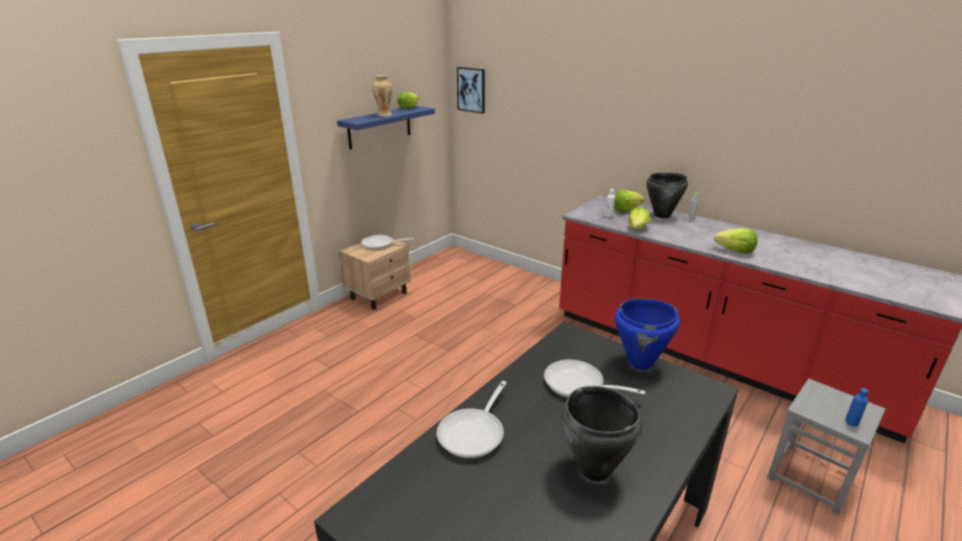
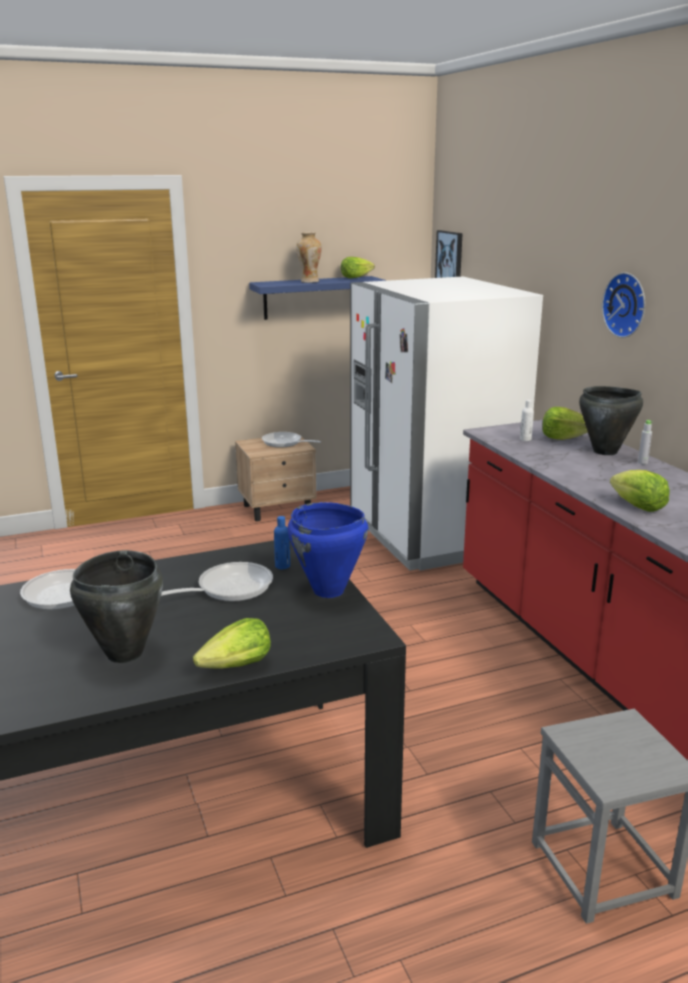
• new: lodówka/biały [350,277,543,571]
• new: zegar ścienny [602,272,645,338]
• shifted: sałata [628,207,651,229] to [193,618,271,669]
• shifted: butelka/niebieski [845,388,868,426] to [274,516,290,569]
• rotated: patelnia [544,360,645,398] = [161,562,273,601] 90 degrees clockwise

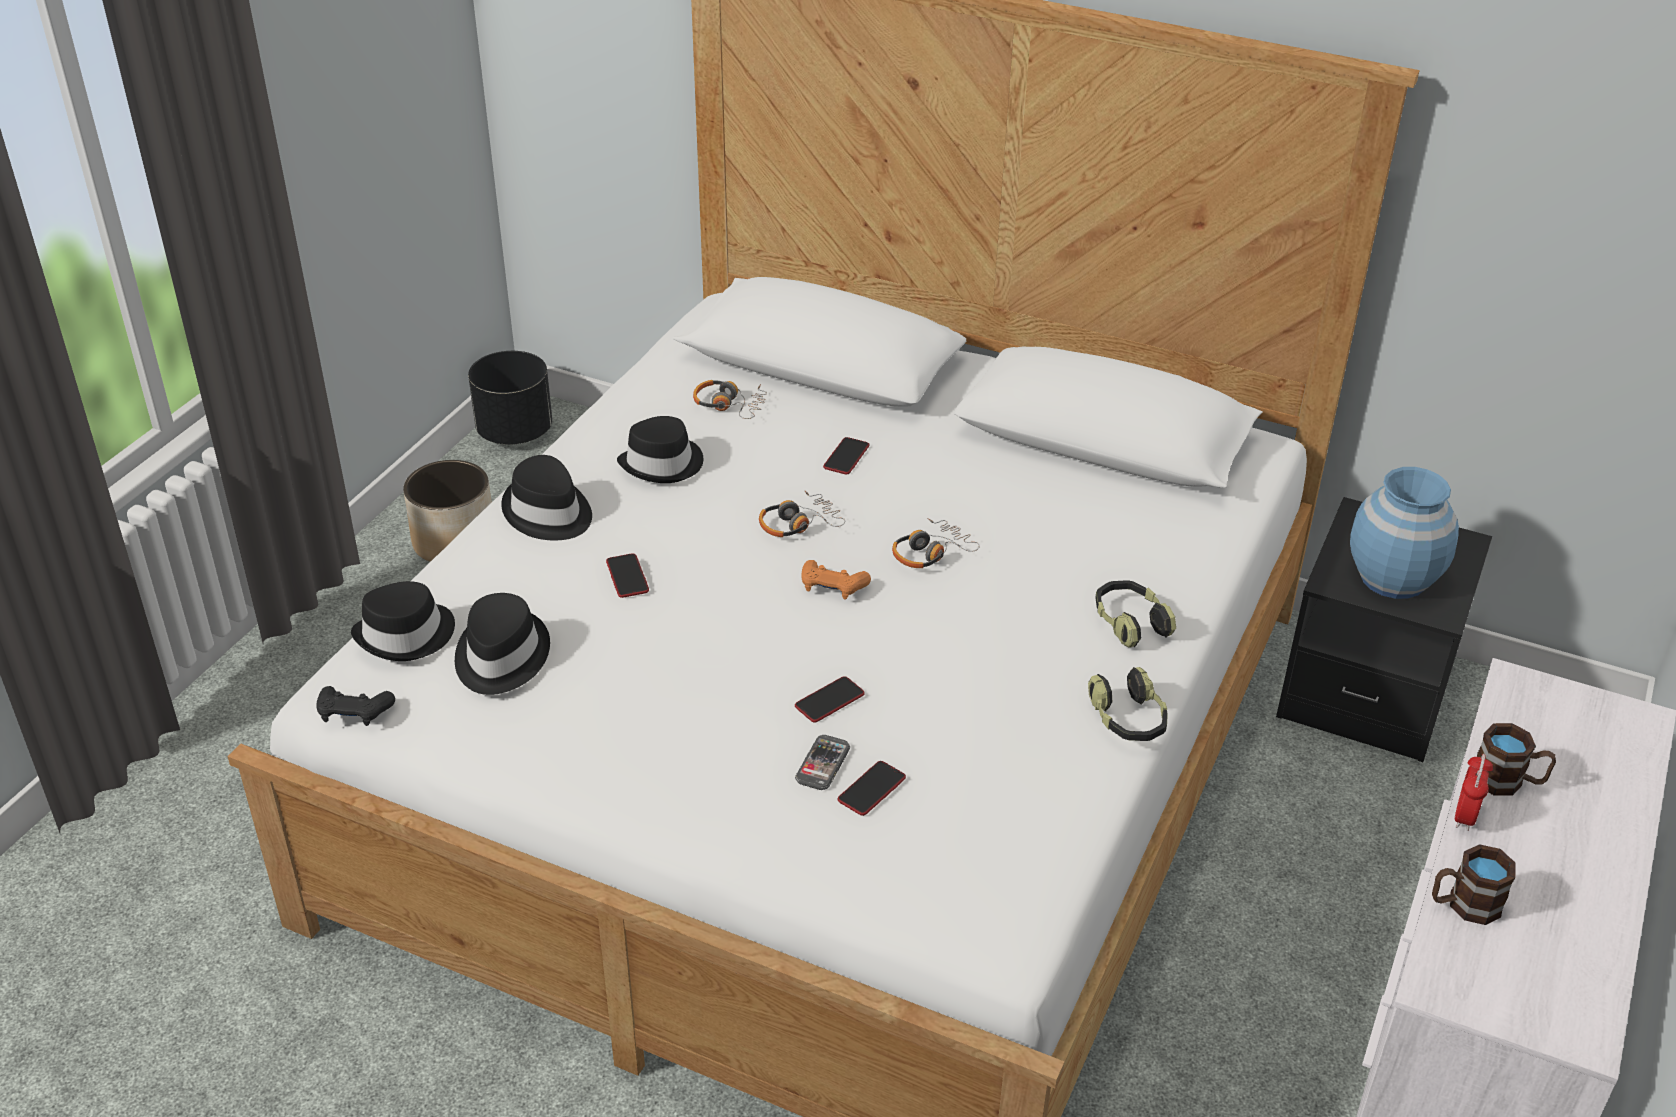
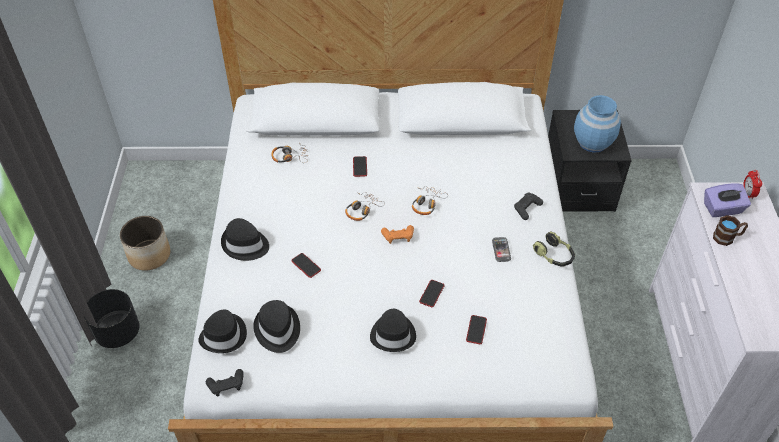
• gone: kubek/brązowy [1432,844,1516,925]
• new: pudełko chusteczek/fioletowy [704,183,751,217]
• shifted: donica/czarny [468,351,552,445] to [84,289,140,348]
• shifted: kapelusz/czarny [617,416,703,483] to [370,309,416,352]
• shifted: telefon [795,735,850,790] to [492,237,511,262]
• shifted: budzik [1455,754,1493,831] to [743,170,762,200]
• swapped: słuchawki [1095,580,1176,648] to pad do gier/czarny [514,193,543,220]

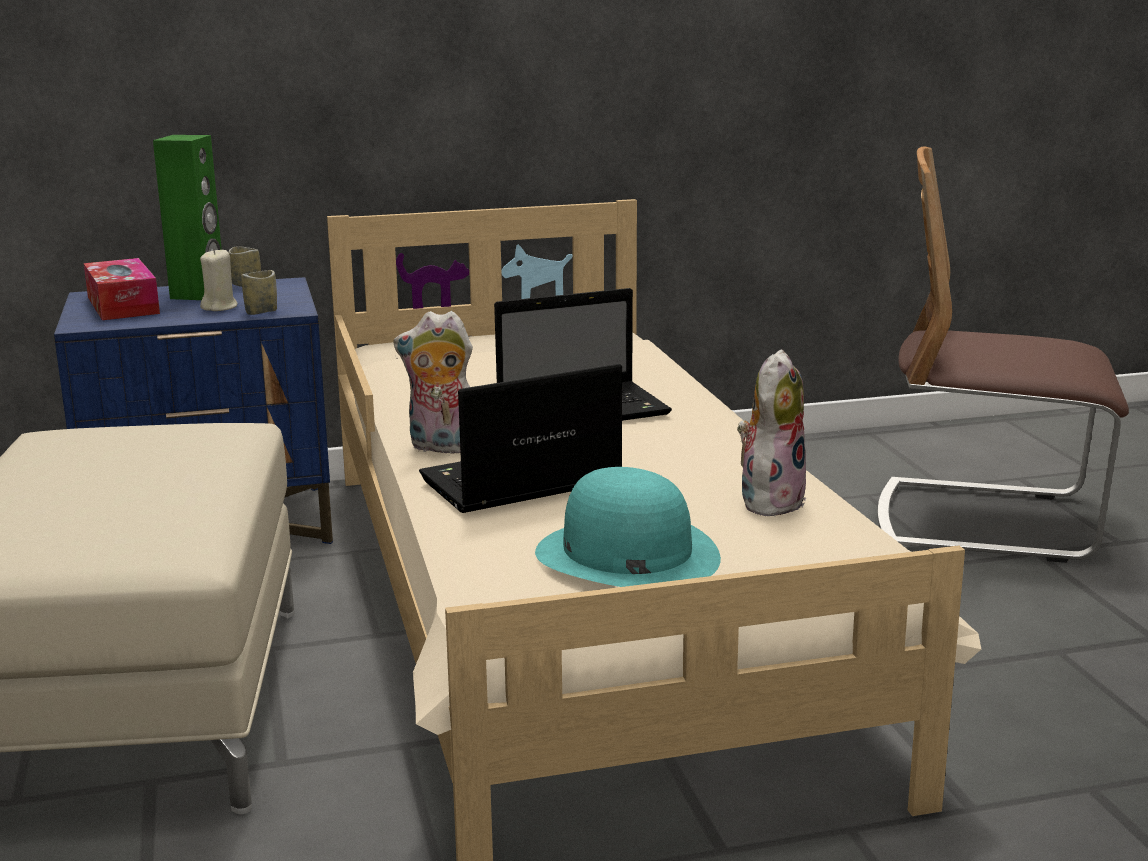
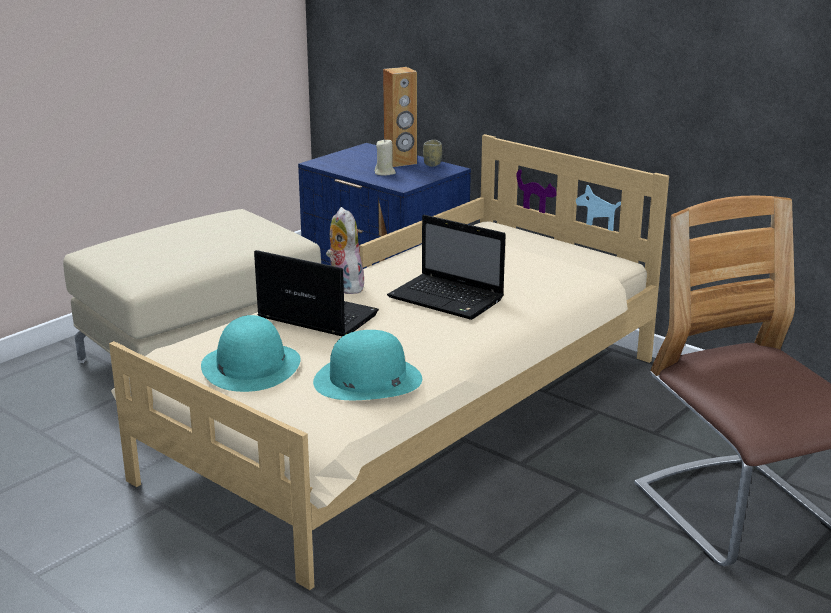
• gone: pudełko chusteczek [84,258,160,320]
• gone: filiżanka [242,270,277,315]
• swapped: pluszak [737,349,807,516] to kapelusz/turkusowy [313,330,422,400]
• repainted: głośnik/zielony [153,135,222,300] to głośnik/brązowy [383,67,417,167]

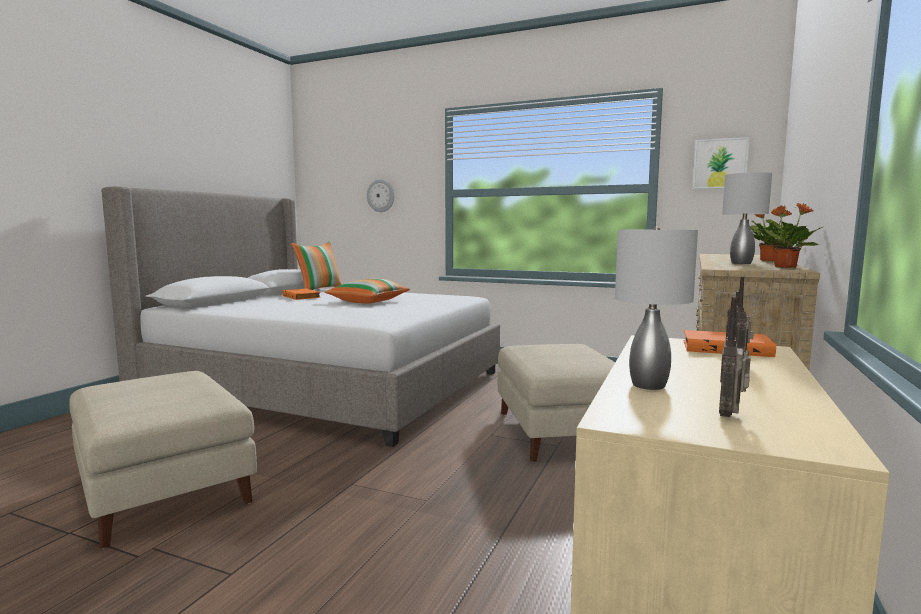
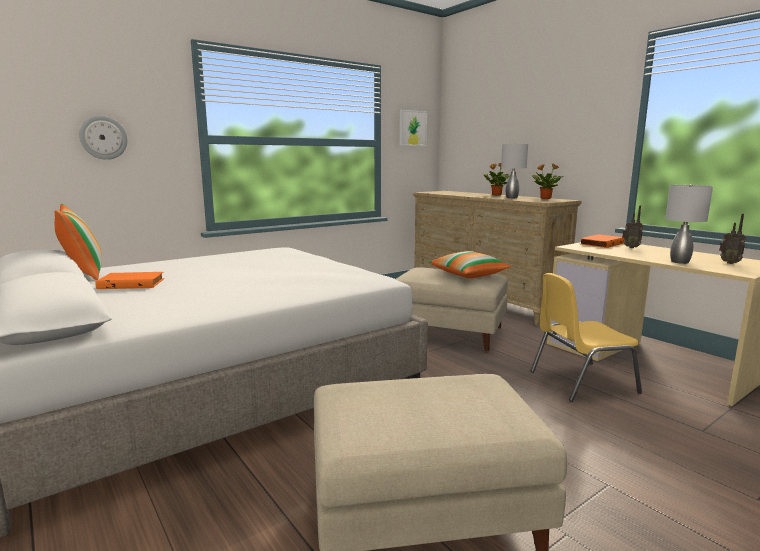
• new: krzesło/żółty [531,273,642,402]
• shifted: poduszka [325,279,410,303] to [428,251,511,278]

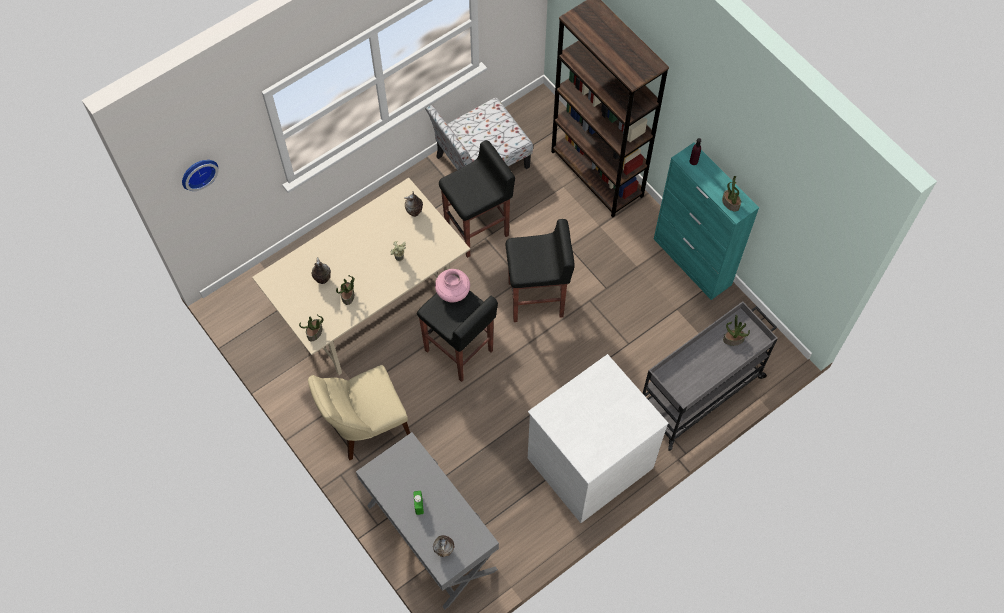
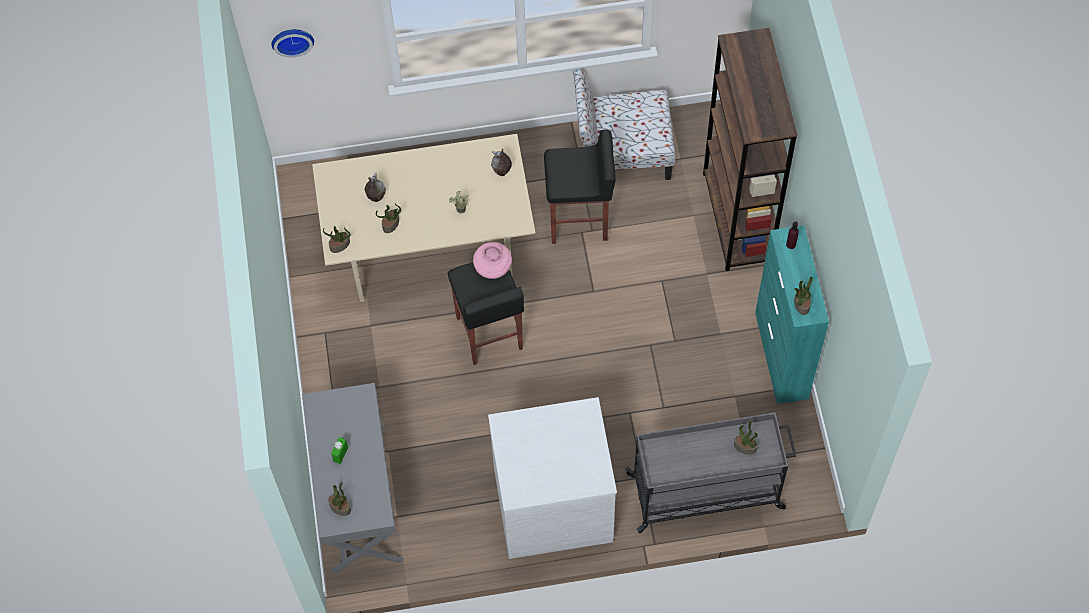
• gone: krzesło/beżowy [308,365,410,460]
• gone: stołek/czarny [506,219,575,322]
• swapped: wazon [433,535,455,557] to roślina doniczkowa [328,482,351,516]

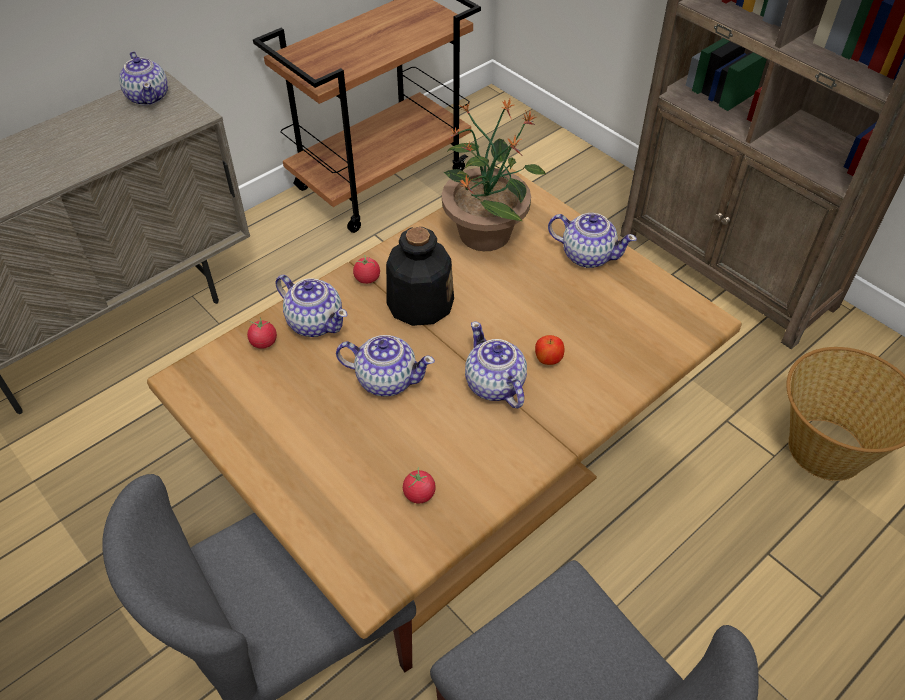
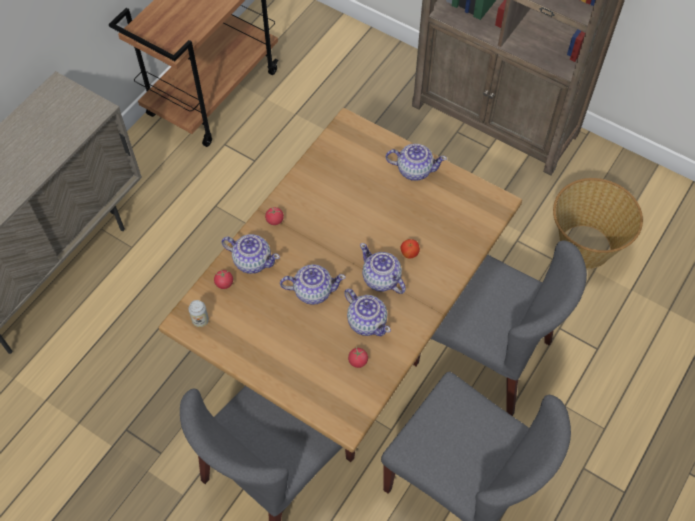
• gone: butelka [386,227,454,326]
• gone: roślina doniczkowa [442,99,546,251]
• new: puszka [188,300,209,327]
• new: krzesło/szary [413,240,587,416]
• shifted: imbryk [119,51,168,106] to [344,289,391,336]

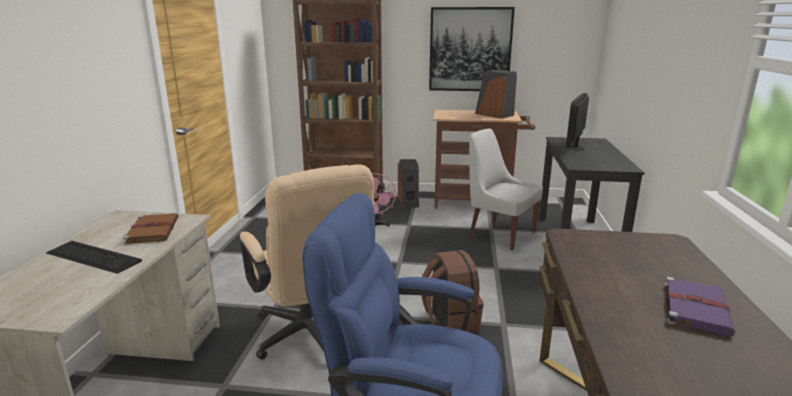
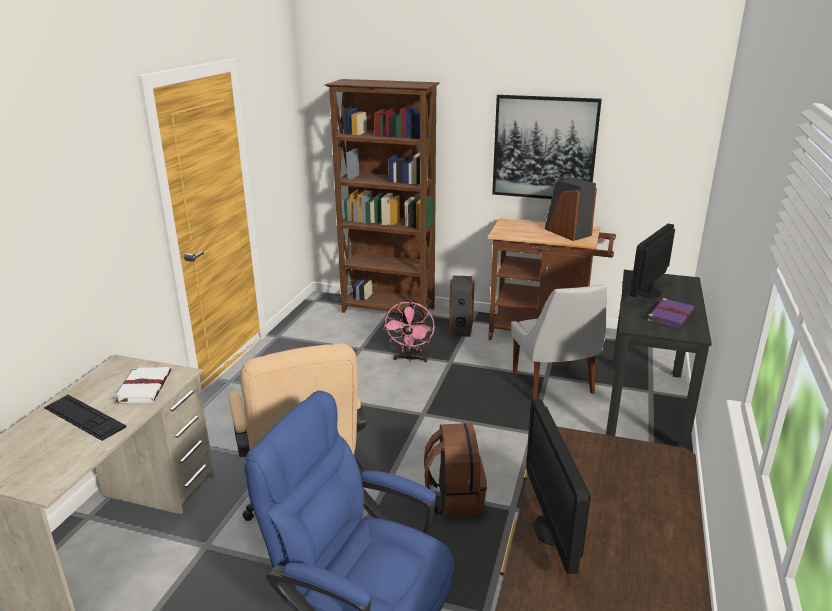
• new: monitor [526,399,591,574]
• shifted: książka/fioletowy [664,277,735,336] to [648,298,695,328]
• repainted: książka/brązowy [123,213,179,245] to książka/biały [113,367,171,404]
• rotated: krzesło/biały [469,128,543,251] = [511,284,607,400] 150 degrees counterclockwise

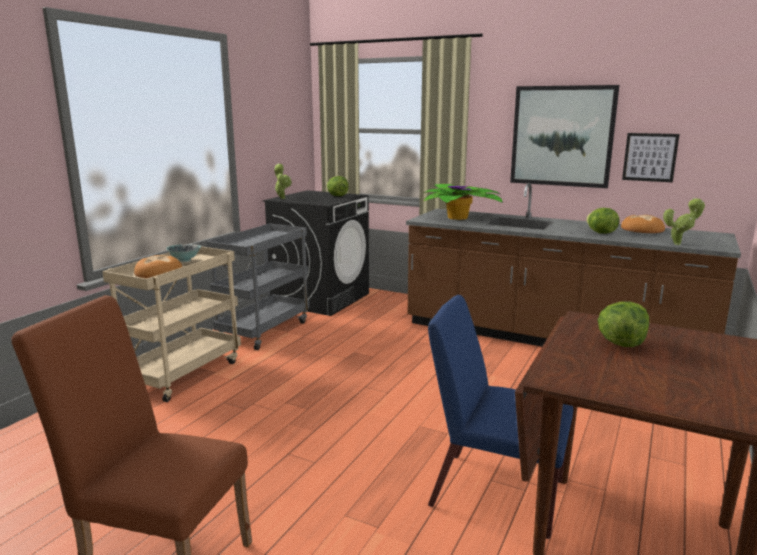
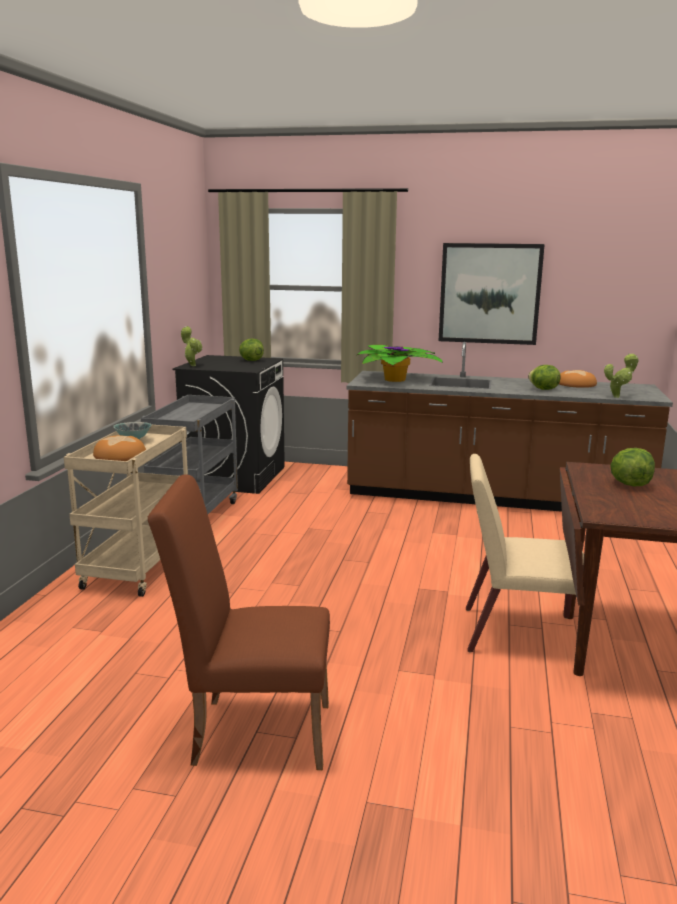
• gone: obraz [622,133,680,182]
• repainted: krzesło/niebieski [428,295,574,539] to krzesło/beżowy [466,454,584,653]

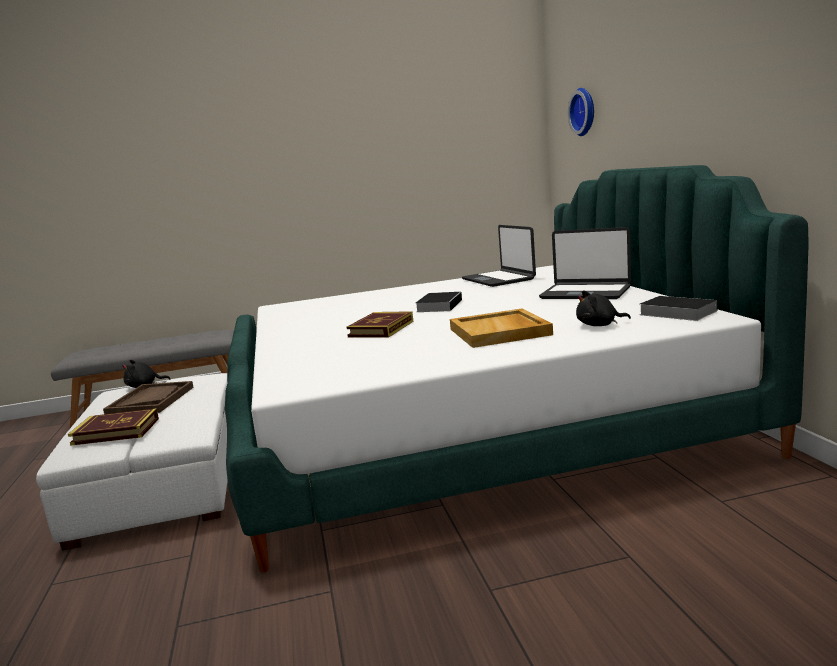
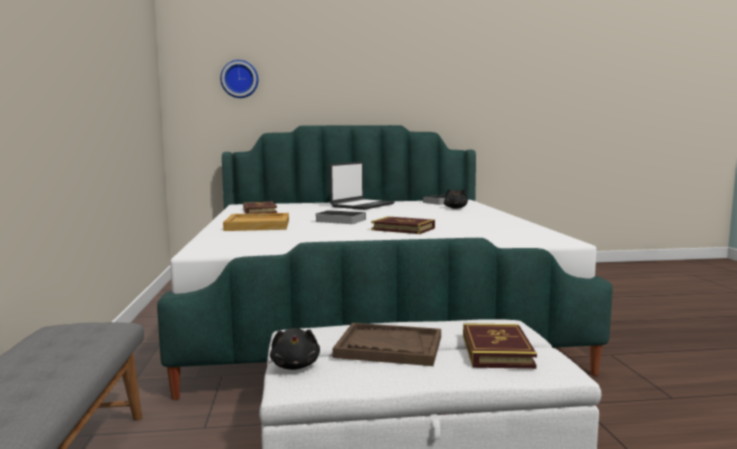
• shifted: taca/beżowy [450,309,553,348] to [223,213,289,231]
• swapped: laptop [462,225,536,287] to książka [243,202,277,214]

